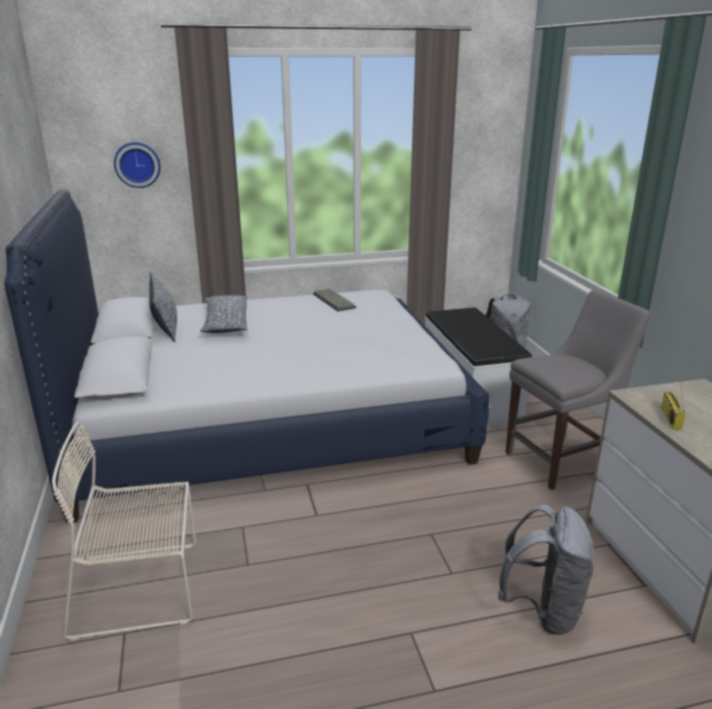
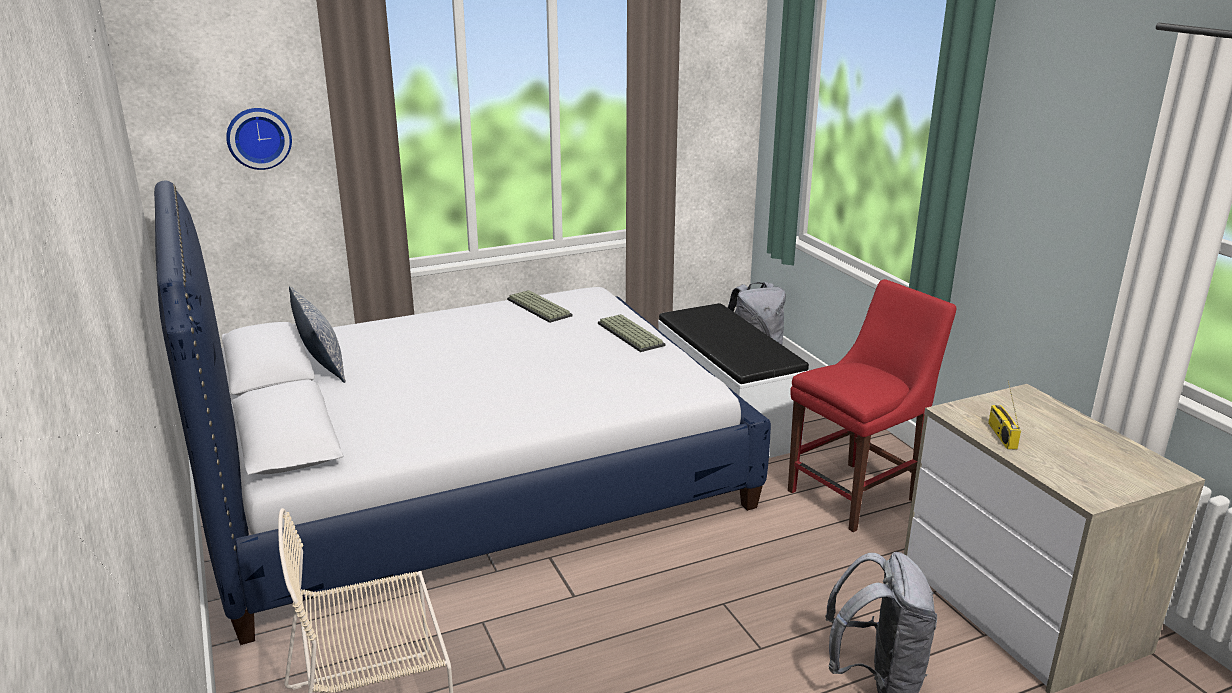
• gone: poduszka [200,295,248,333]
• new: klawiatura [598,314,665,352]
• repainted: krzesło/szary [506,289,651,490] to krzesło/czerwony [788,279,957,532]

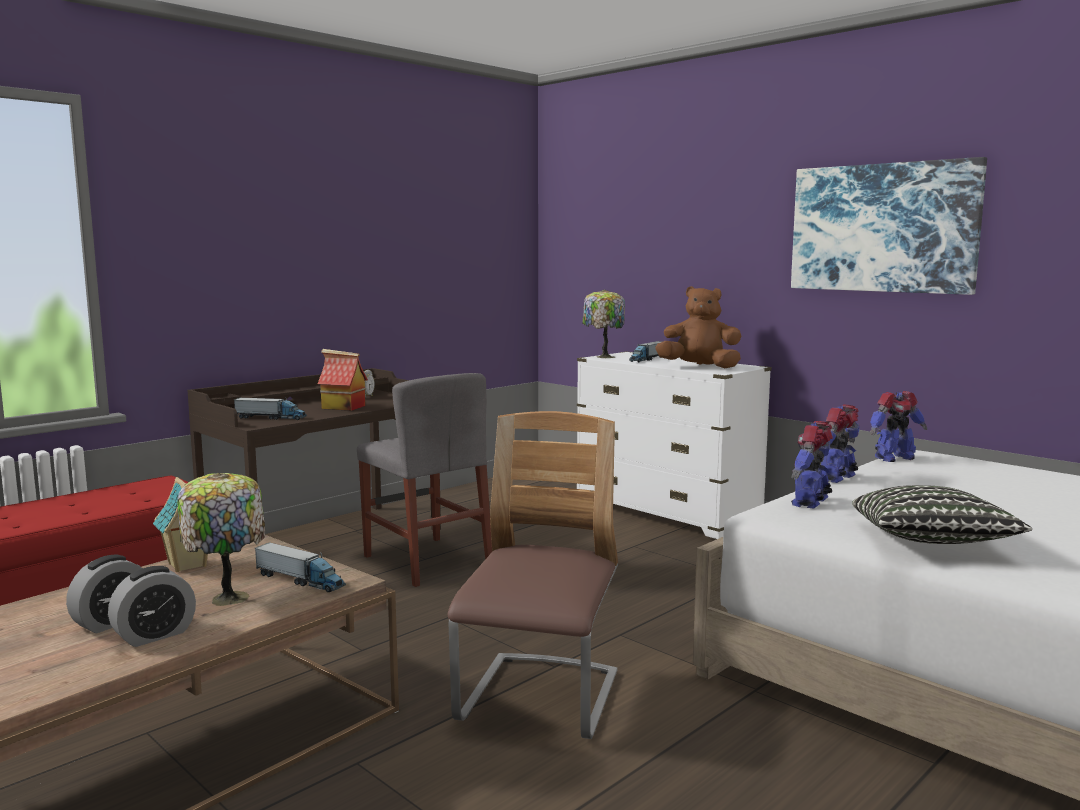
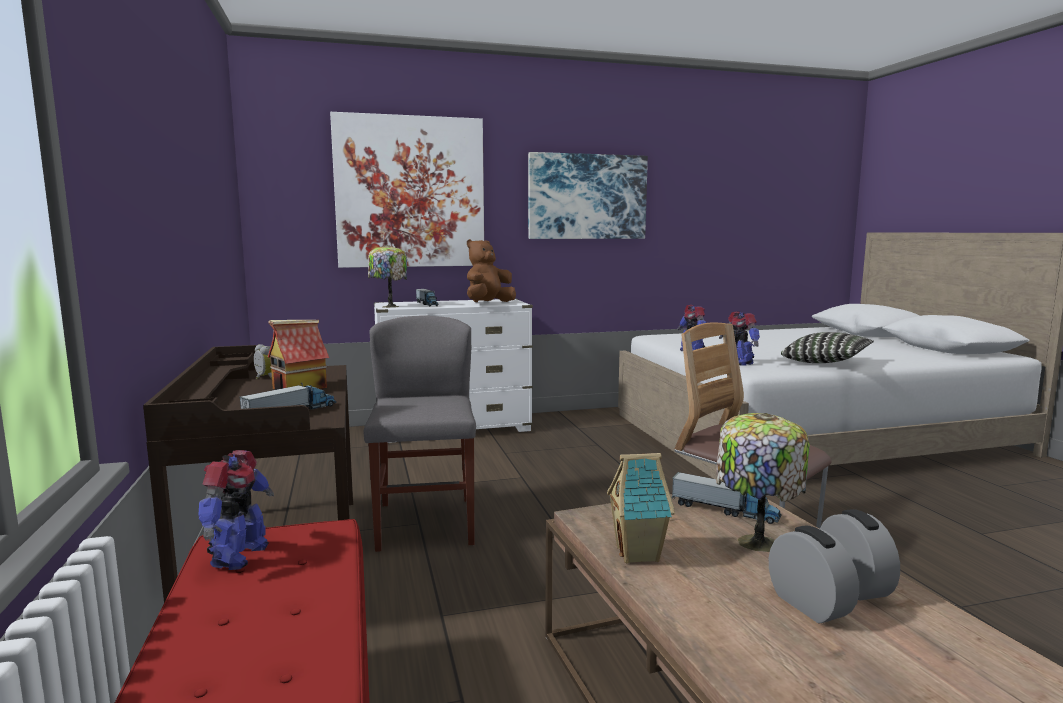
• new: obraz [330,112,484,268]
• shifted: robot zabawkowy [870,391,927,462] to [198,450,274,570]
• rotated: ciężarówka zabawkowa [255,542,346,592] = [672,472,781,524] 60 degrees clockwise
• rotated: krzesło/szary [357,373,492,587] = [364,316,476,552] 90 degrees counterclockwise

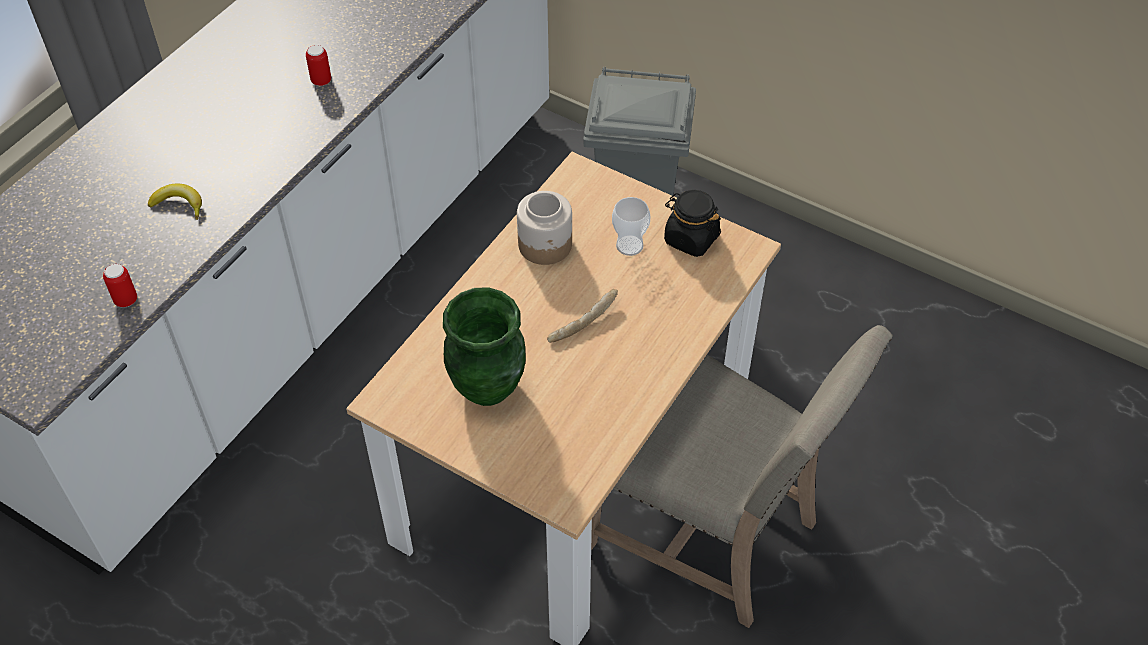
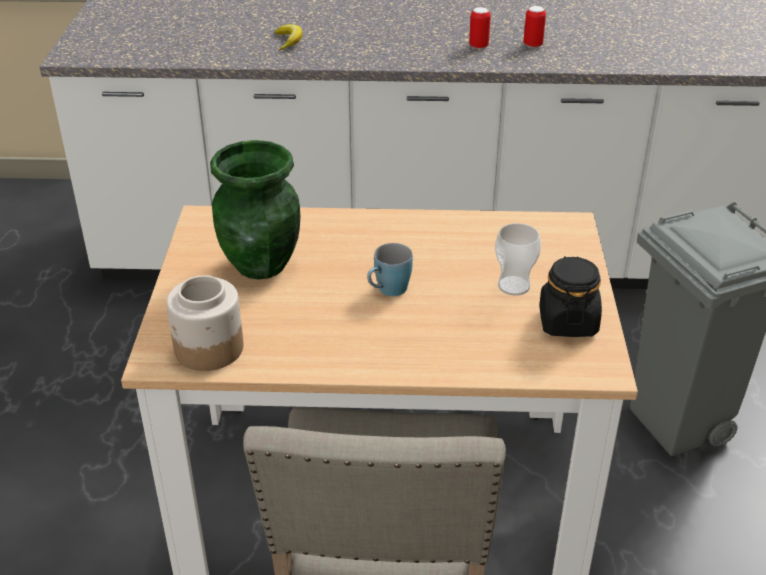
• shifted: puszka [103,264,137,307] to [524,6,546,48]
• shifted: słoik [517,191,572,265] to [166,275,243,371]
• swapped: chleb [547,289,618,343] to kubek/niebieski [367,243,413,296]

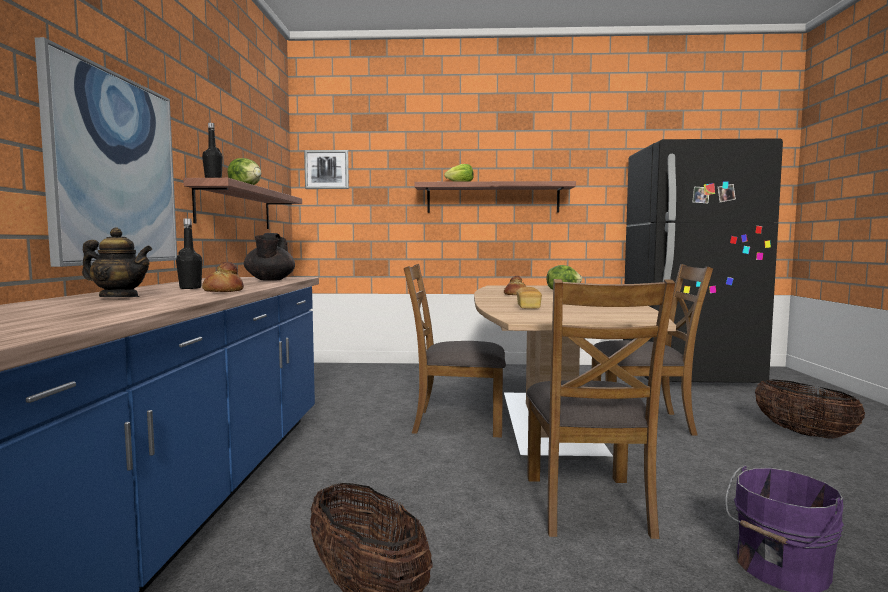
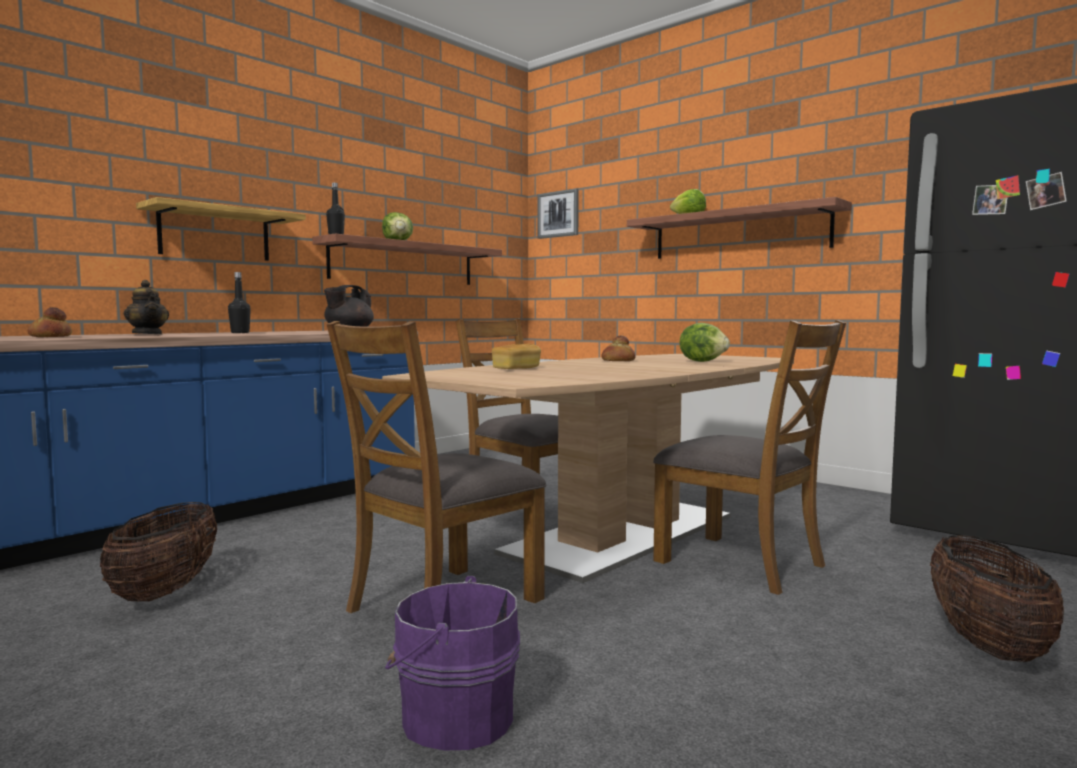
• shifted: chleb [202,262,244,292] to [28,307,72,337]
• swapped: obraz [35,37,177,267] to półka [136,197,306,261]

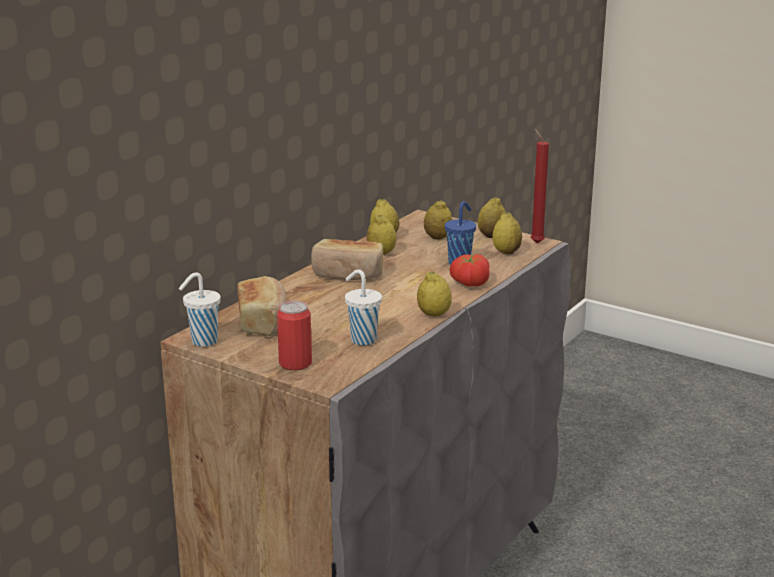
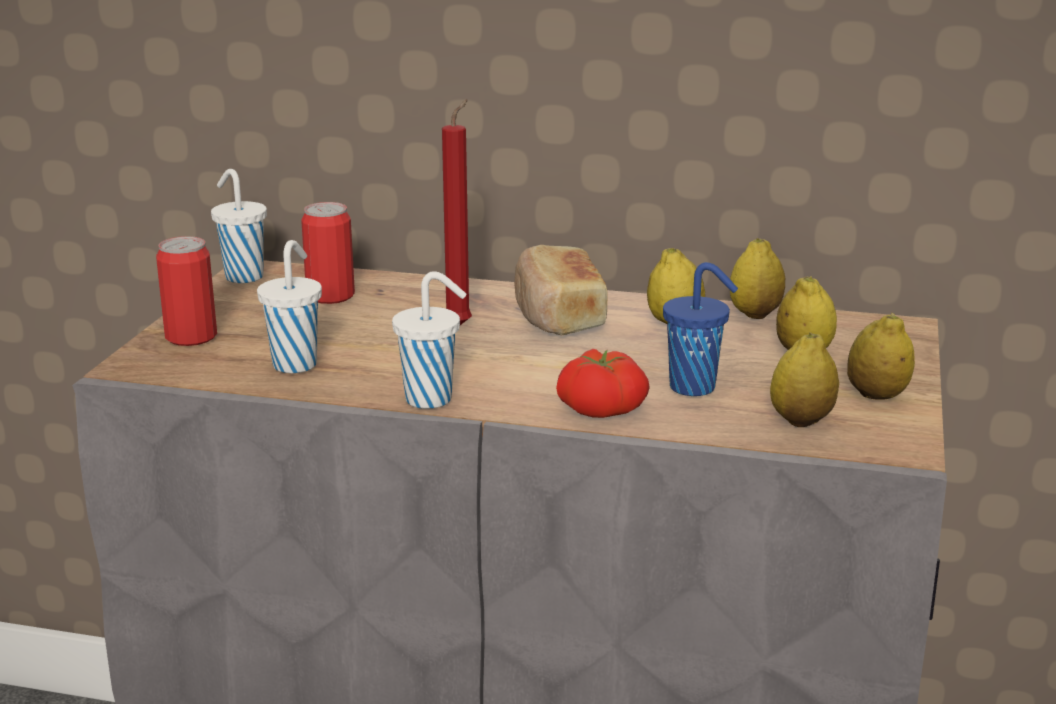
• shifted: świeca/czerwony [531,129,549,244] to [442,99,472,325]
• swapped: chleb [237,276,287,336] to puszka [301,202,355,304]
• swapped: cytryna [417,271,452,316] to filiżanka/biały [392,271,467,409]

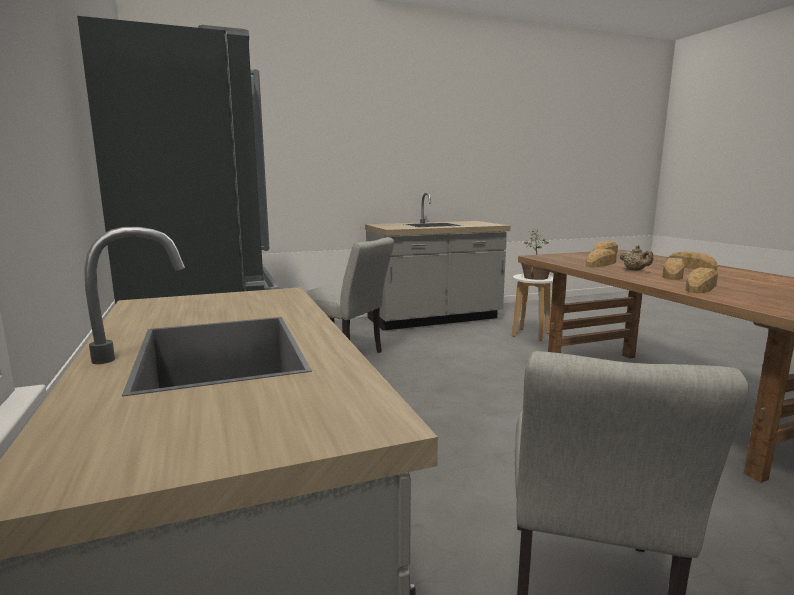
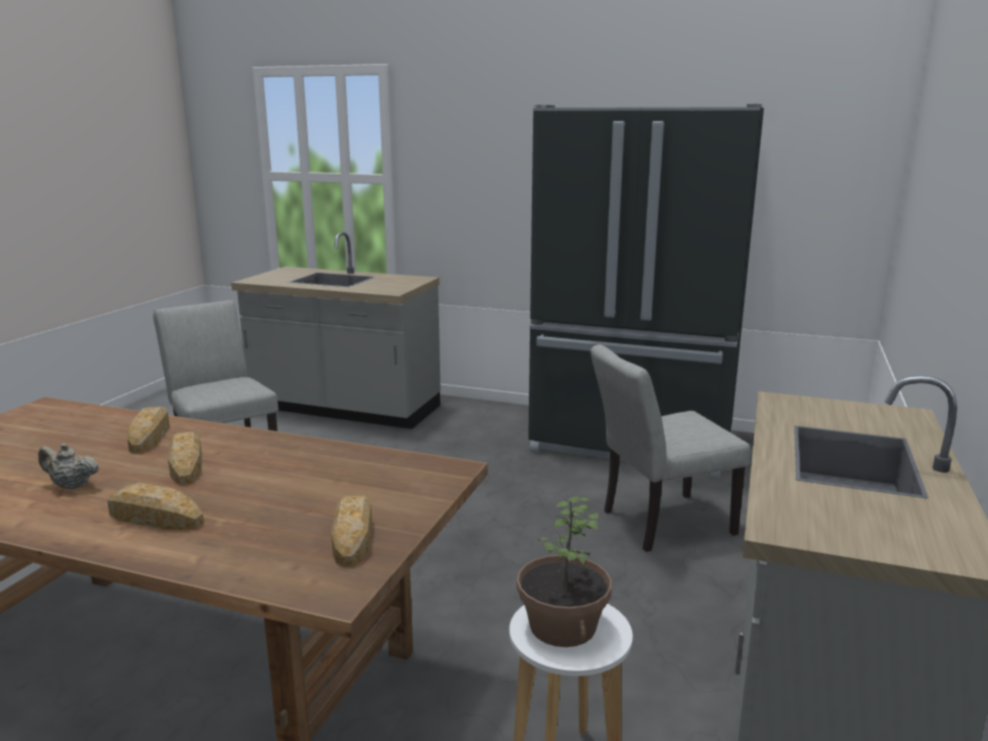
• gone: chleb [586,249,617,268]
• shifted: imbryk/beżowy [620,245,653,271] to [38,444,99,490]

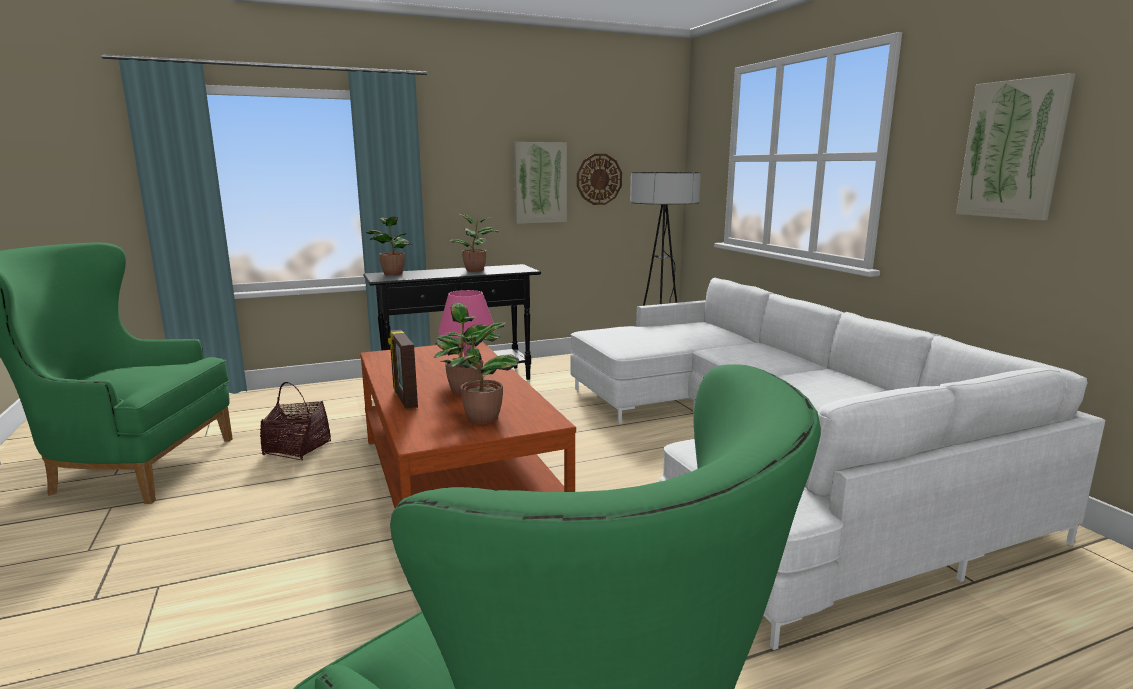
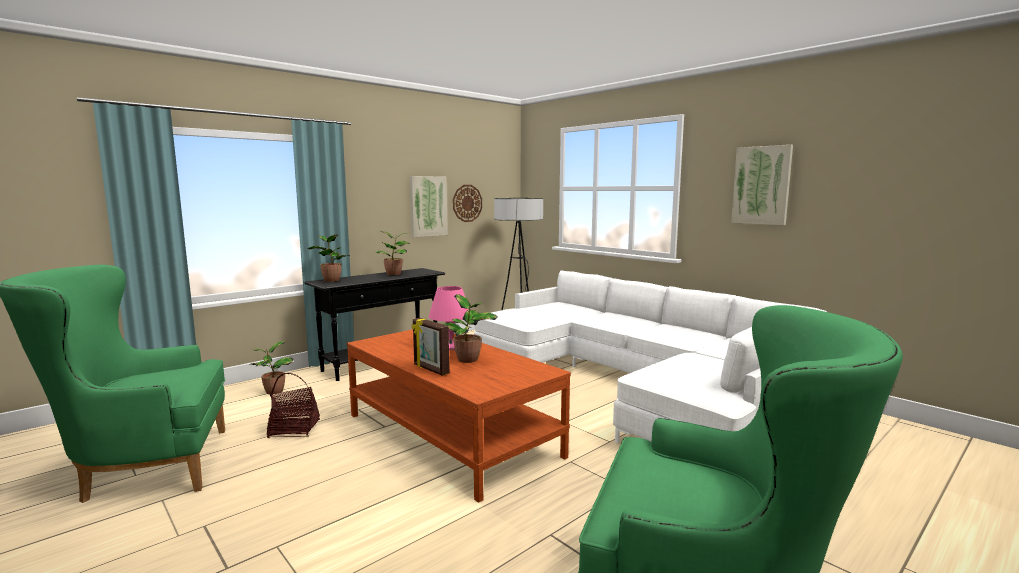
• shifted: roślina doniczkowa [440,322,519,424] to [249,341,293,394]

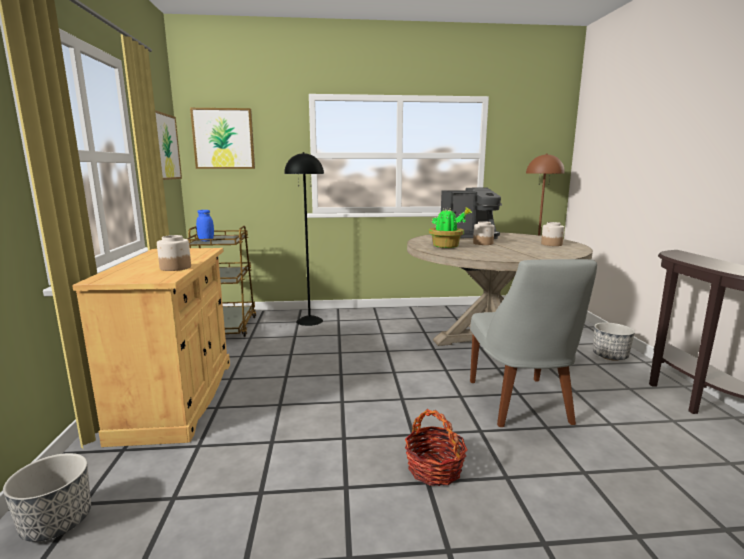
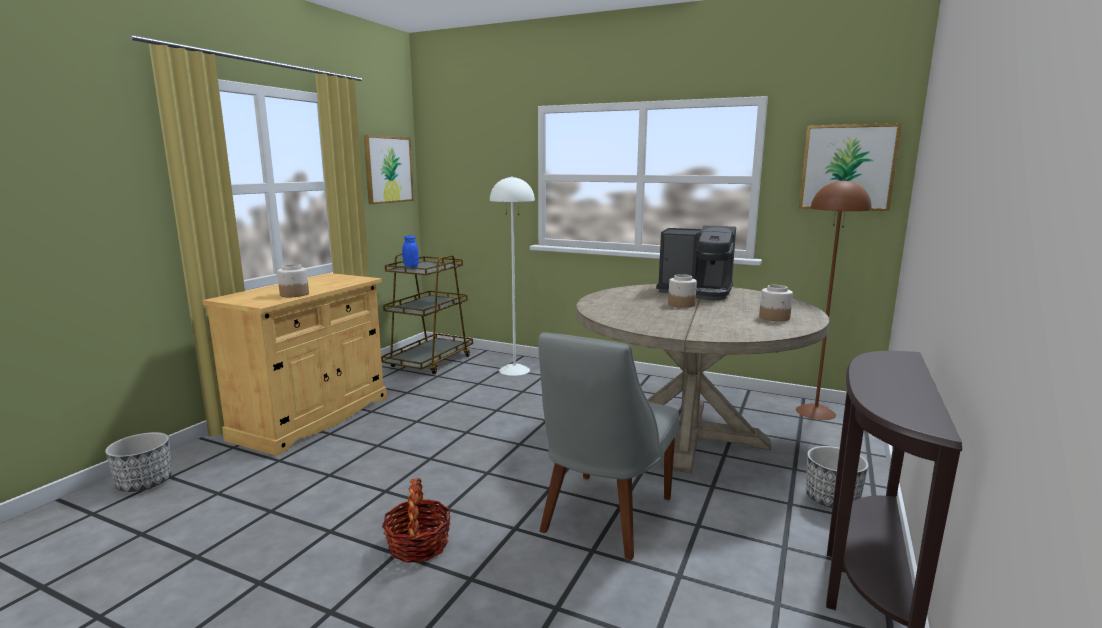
• gone: roślina doniczkowa [429,207,472,248]
• shifted: obraz [190,108,255,169] to [799,123,902,211]
• repainted: lampa stojąca/czarny [284,152,324,326] to lampa stojąca/biały [490,176,535,376]

